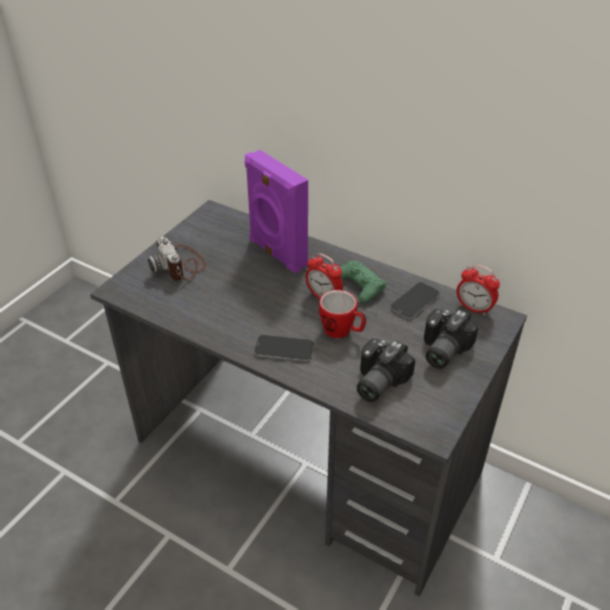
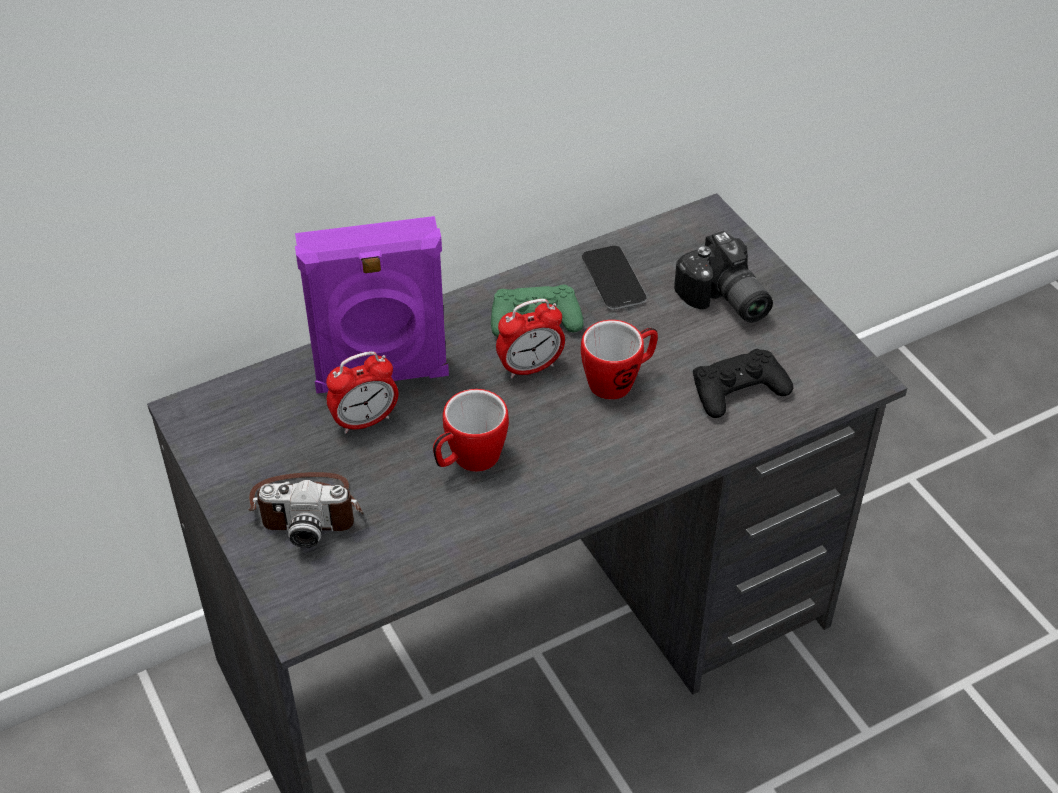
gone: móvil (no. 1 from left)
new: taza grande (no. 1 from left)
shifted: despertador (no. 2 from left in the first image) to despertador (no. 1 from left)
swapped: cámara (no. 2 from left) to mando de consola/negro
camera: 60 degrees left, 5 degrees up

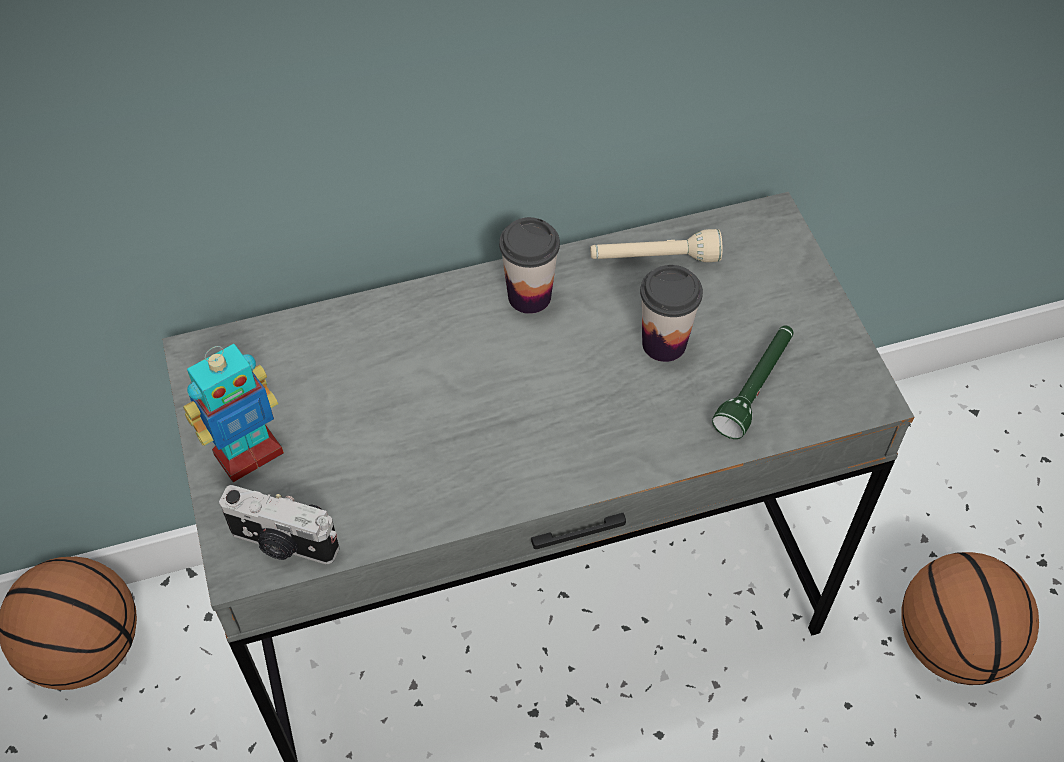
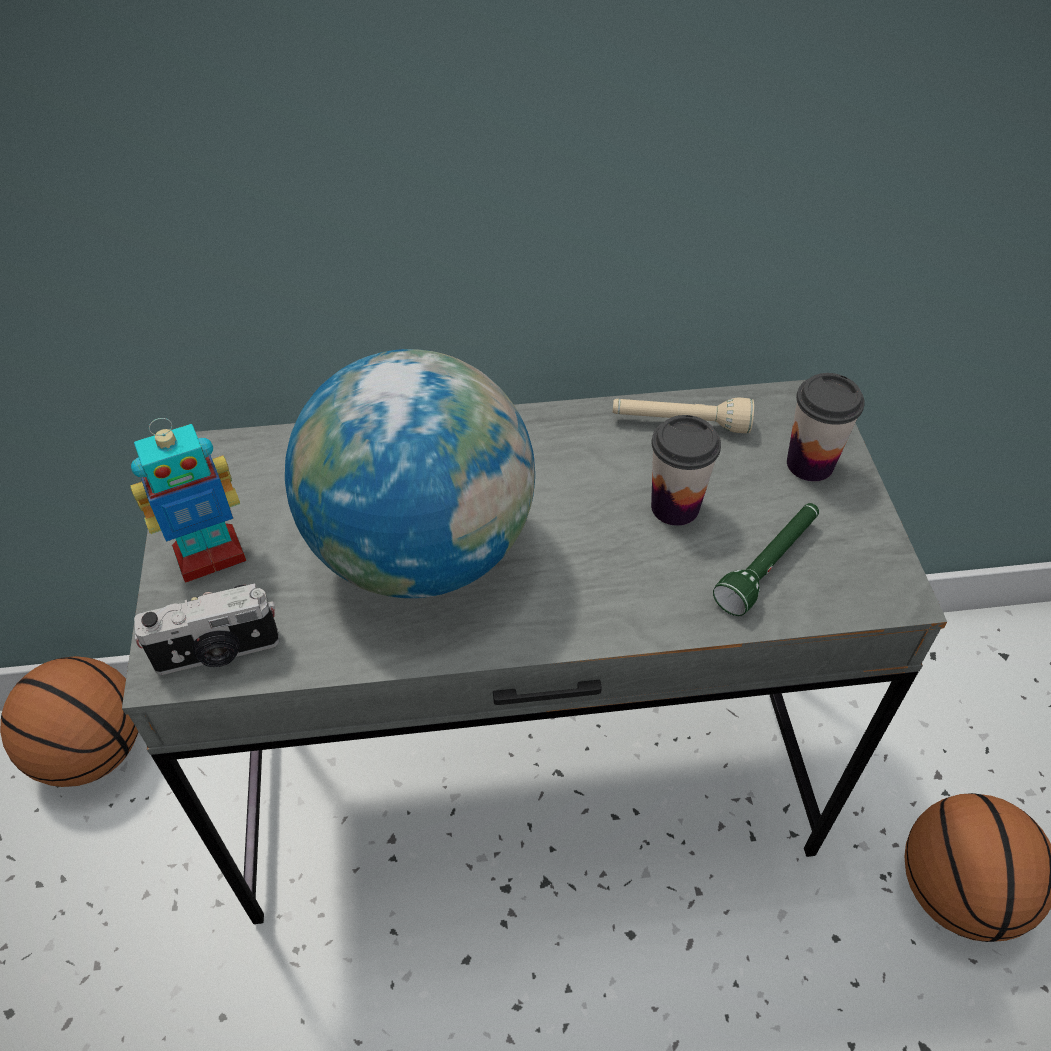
new: globo terráqueo
shifted: taza (no. 1 from left in the first image) to taza (no. 2 from left)
rotated: cámara 45 degrees counterclockwise
camera: 10 degrees right, 5 degrees down

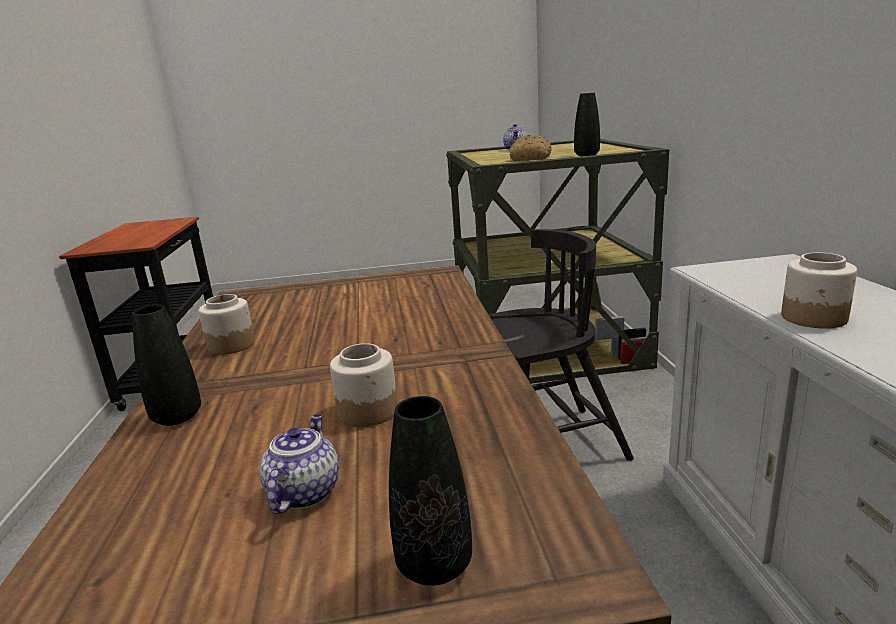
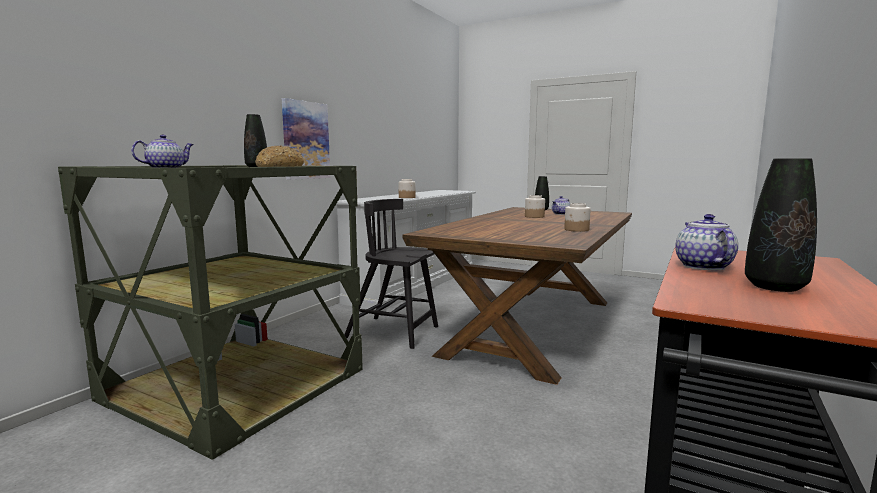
new: cuadro; tetera (no. 3 from left)
shifted: florero/negro (no. 1 from left in the first image) to florero/negro (no. 3 from left)
camera: 145 degrees left, 10 degrees down

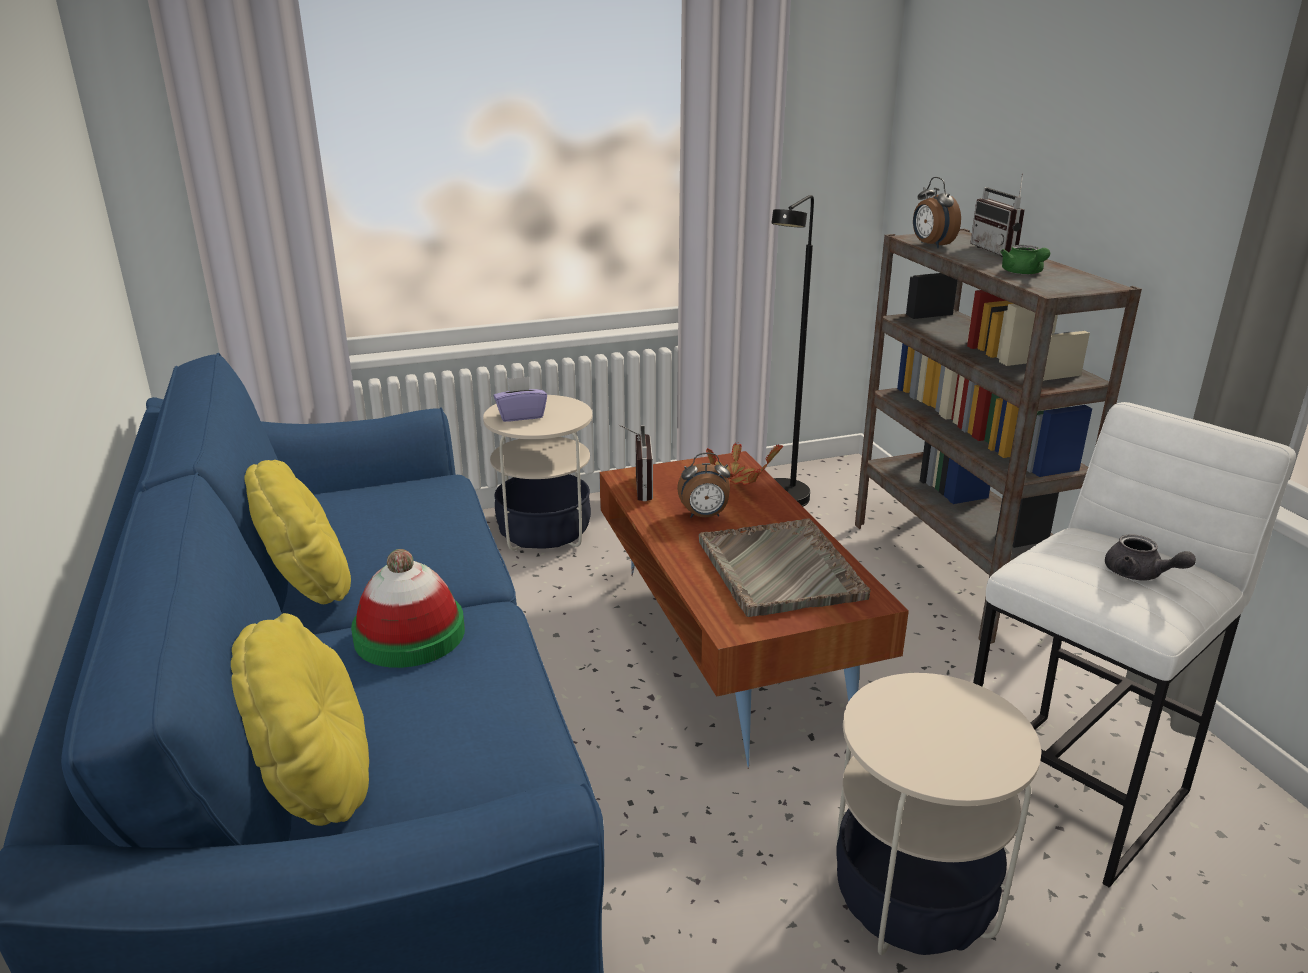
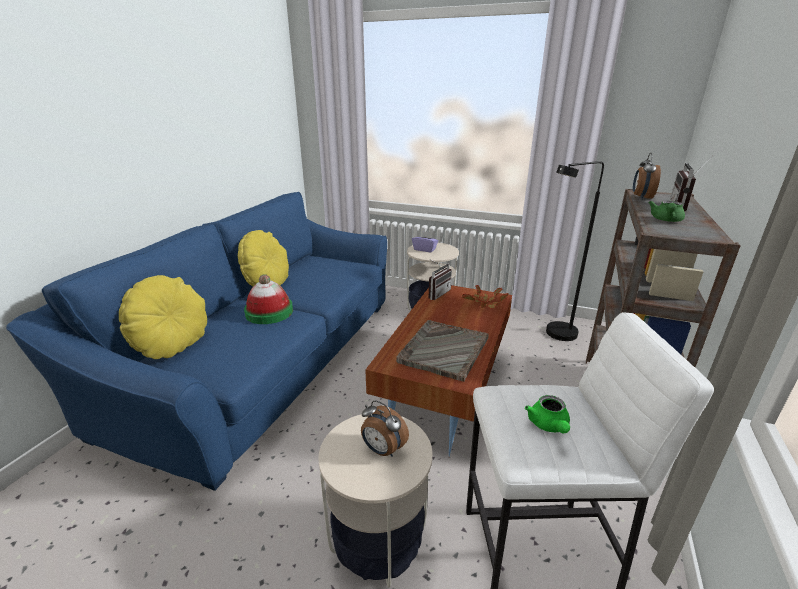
shifted: despertador (no. 1 from left)
repainted: tetera/gris to tetera/verde (no. 1 from left)
camera: 40 degrees right, 0 degrees up

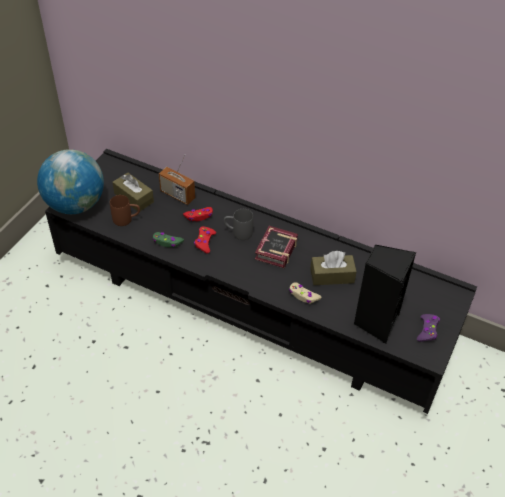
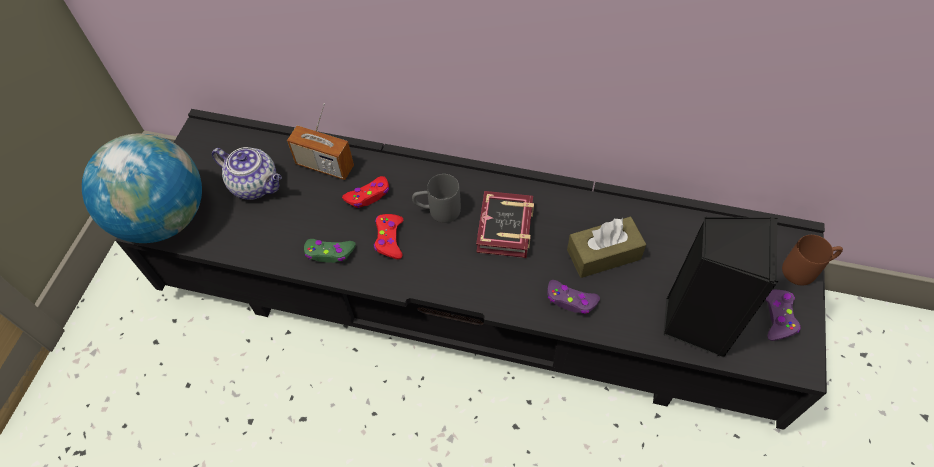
shifted: taza grande/marrón
swapped: caja de pañuelos/marrón (no. 1 from left) to tetera
repainted: mando de consola/beis to mando de consola/morado (no. 1 from left)
camera: 10 degrees left, 10 degrees up

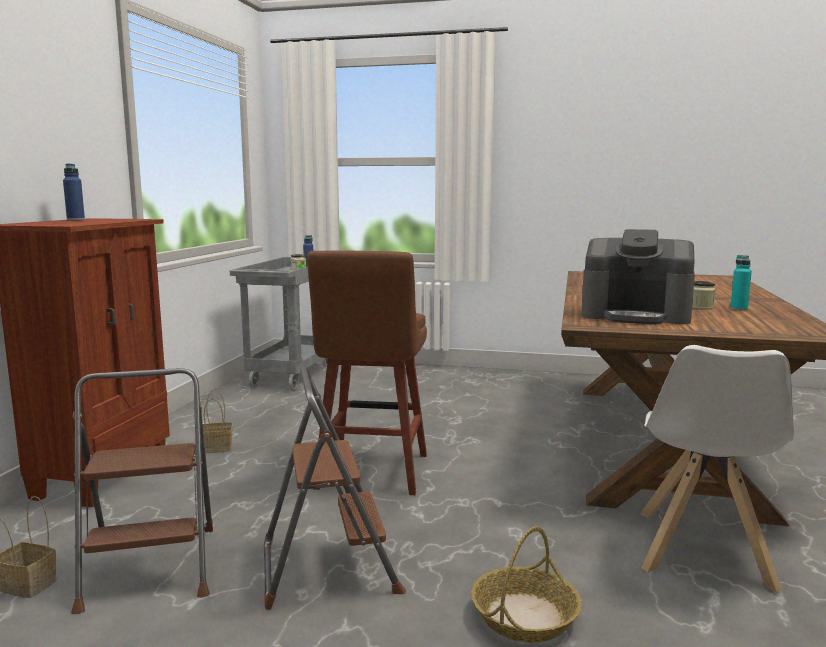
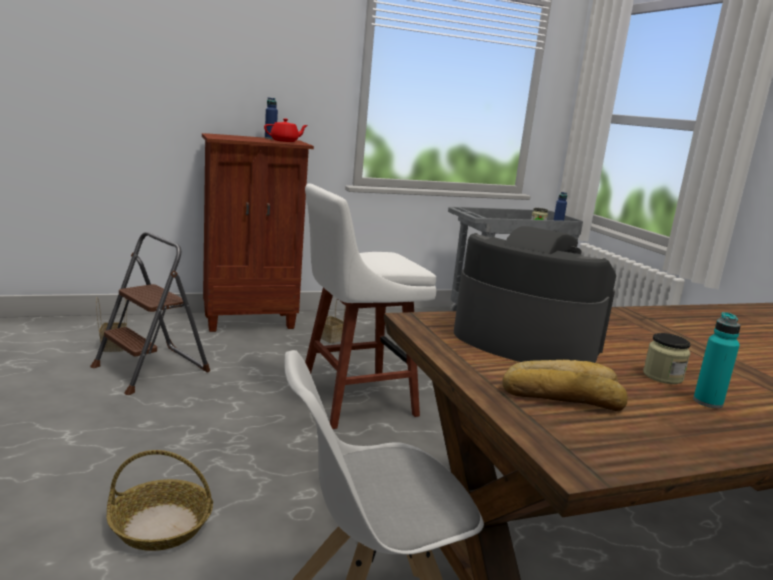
gone: escalera de tijera/marrón (no. 2 from left)
new: tetera/rojo; pan
repainted: taburete/marrón to taburete/blanco
rotated: cafetera 135 degrees clockwise
camera: 55 degrees right, 5 degrees up

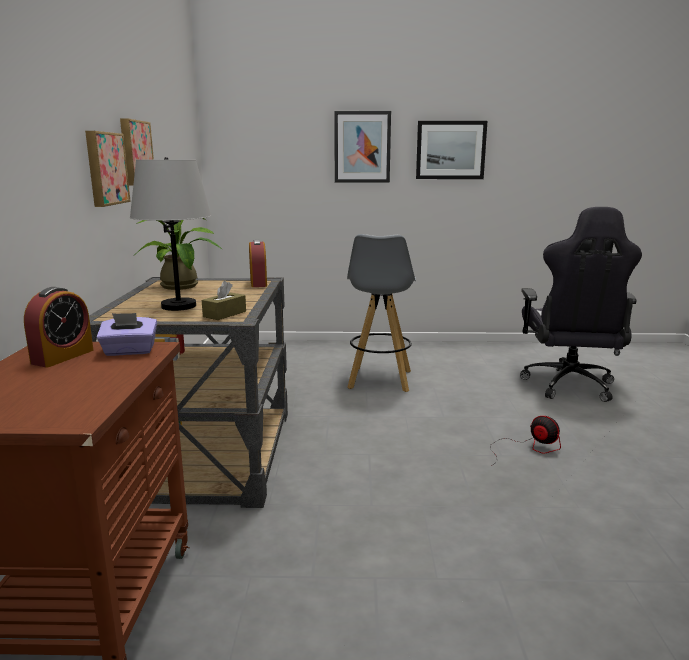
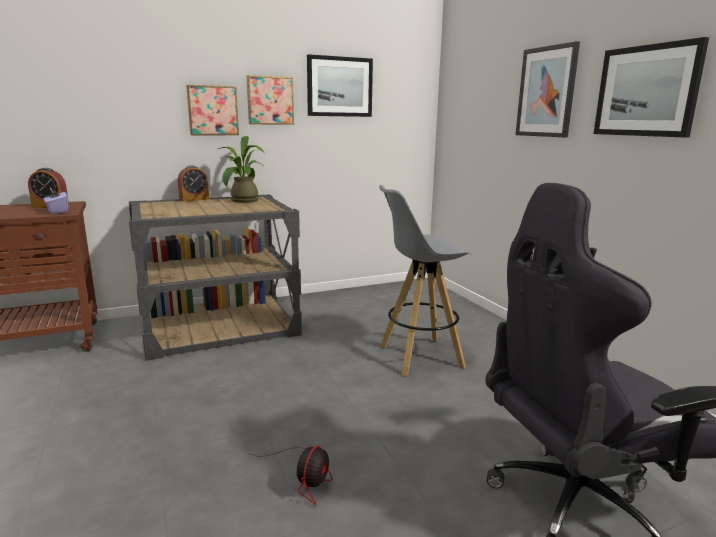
gone: lámpara de mesa/gris; caja de pañuelos/marrón
new: cuadro (no. 3 from left)
shifted: despertador (no. 2 from left)
camera: 65 degrees right, 0 degrees up

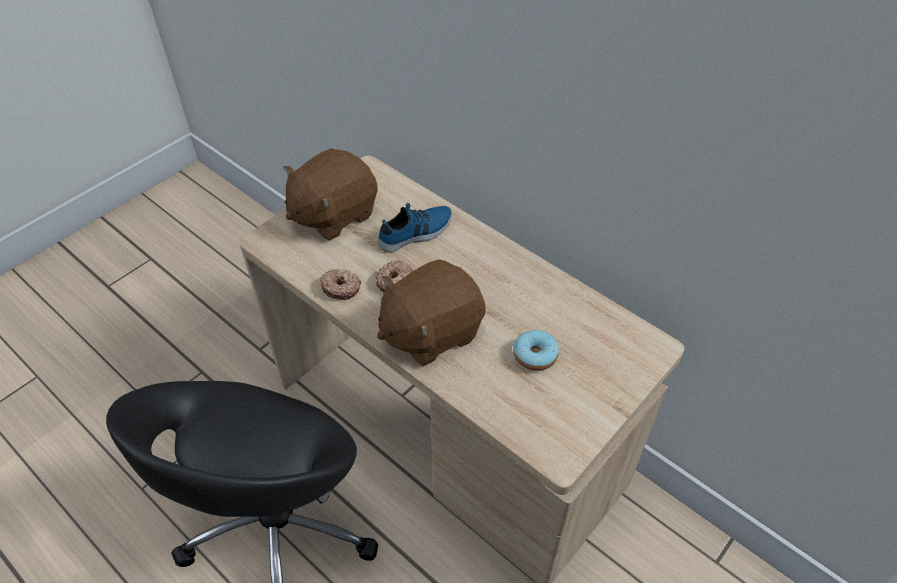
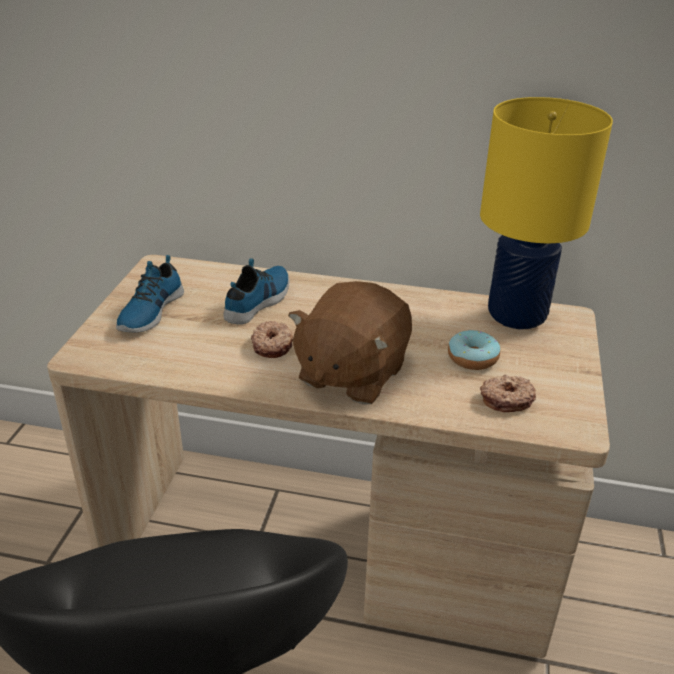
new: lámpara de mesa/amarillo
shifted: rosquilla (no. 1 from left in the first image) to rosquilla (no. 3 from left)
swapped: peluche/marrón (no. 1 from left) to zapato (no. 1 from left)
camera: 30 degrees left, 15 degrees down

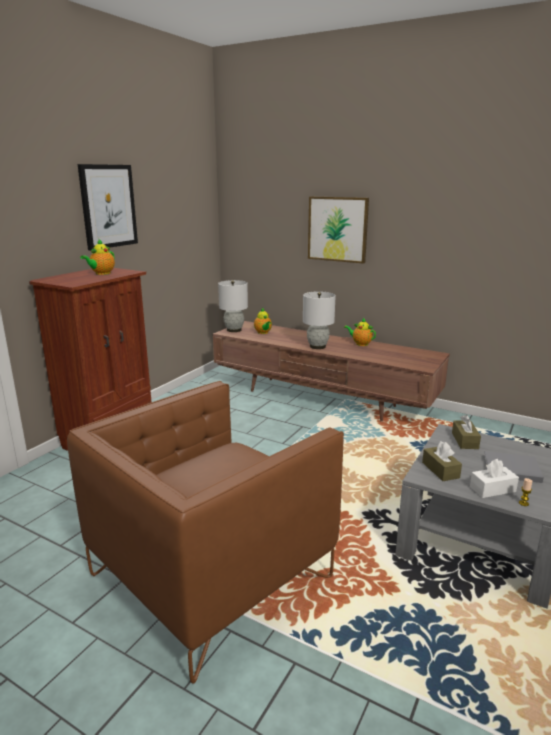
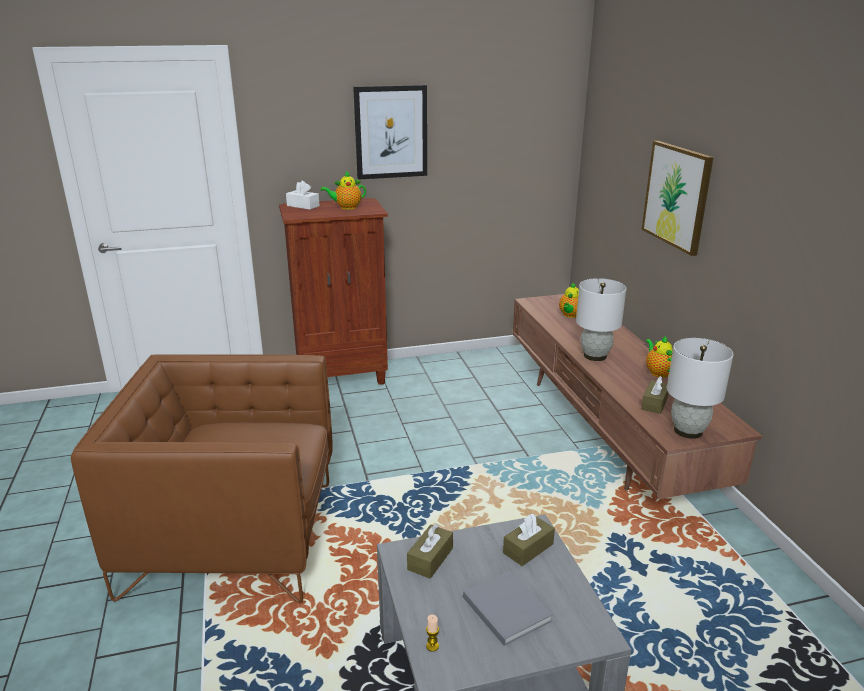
new: caja de pañuelos/marrón (no. 3 from left)
shifted: lámpara de mesa/blanco (no. 1 from left in the first image) to lámpara de mesa/blanco (no. 2 from left); caja de pañuelos/blanco
camera: 45 degrees right, 5 degrees up

